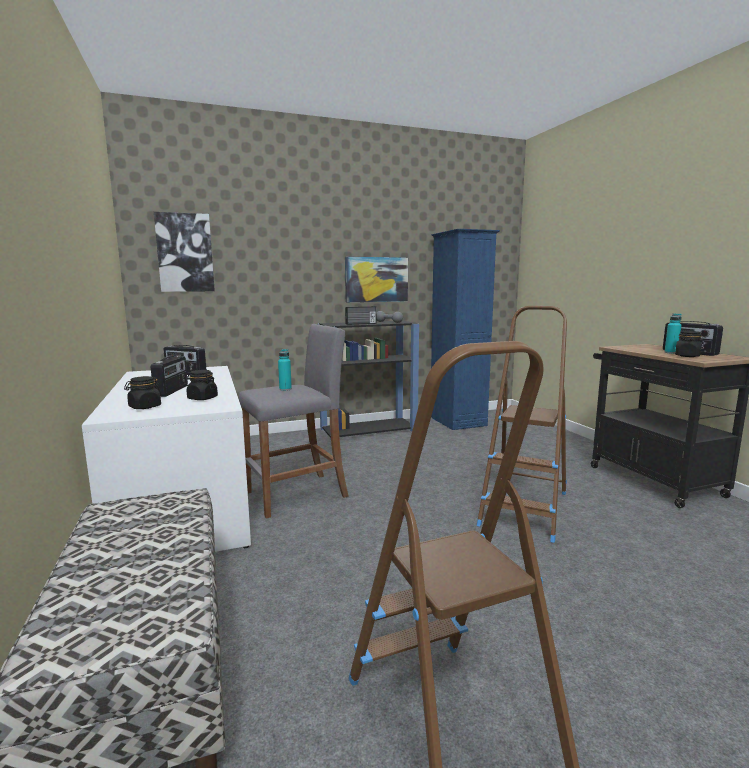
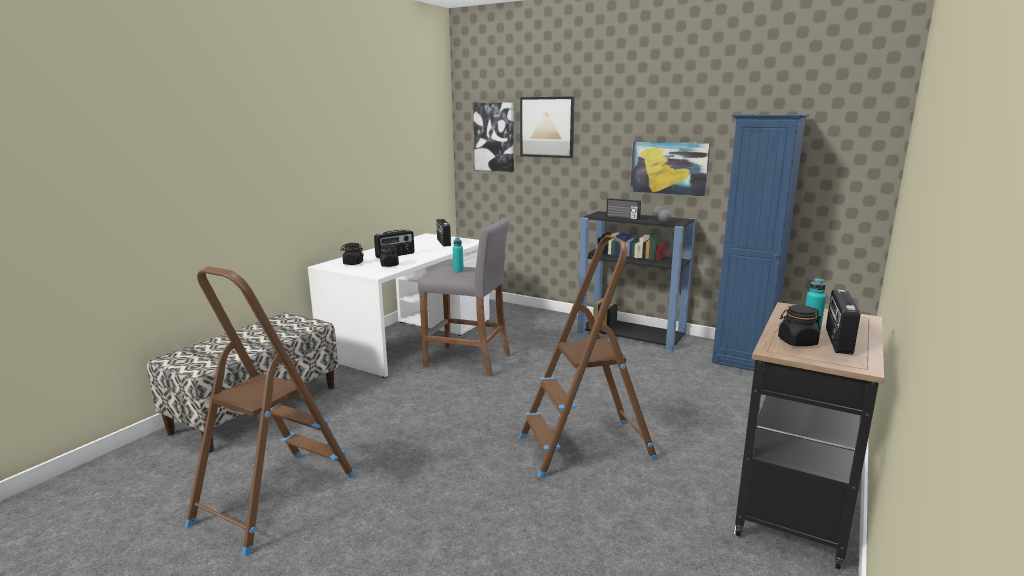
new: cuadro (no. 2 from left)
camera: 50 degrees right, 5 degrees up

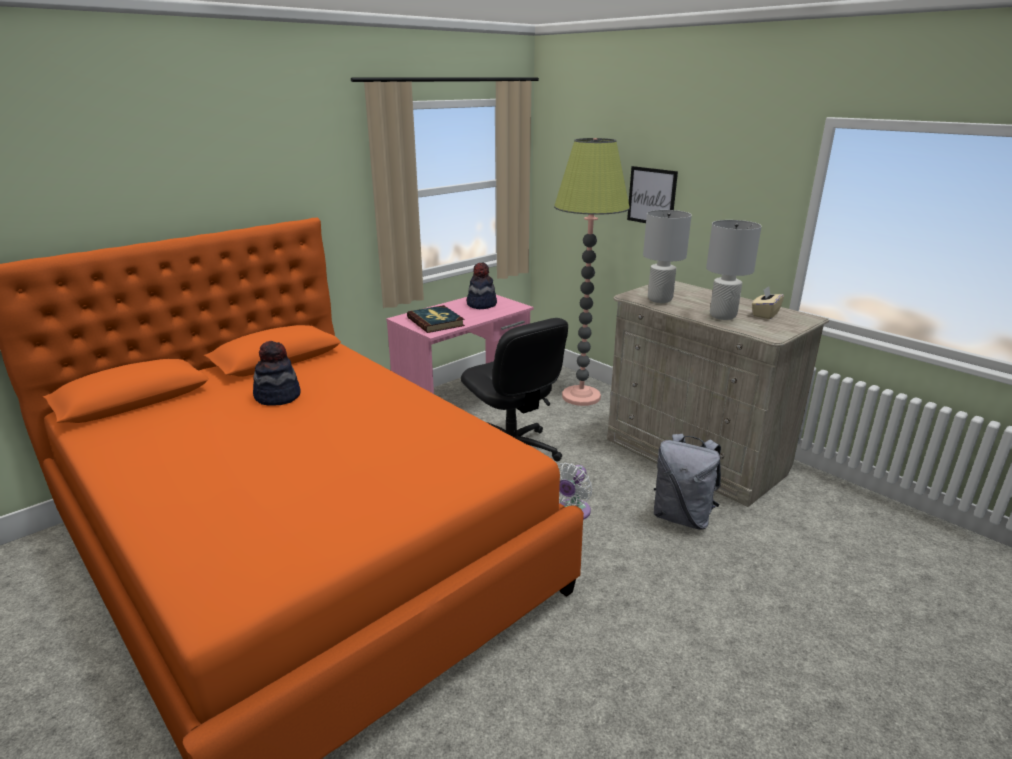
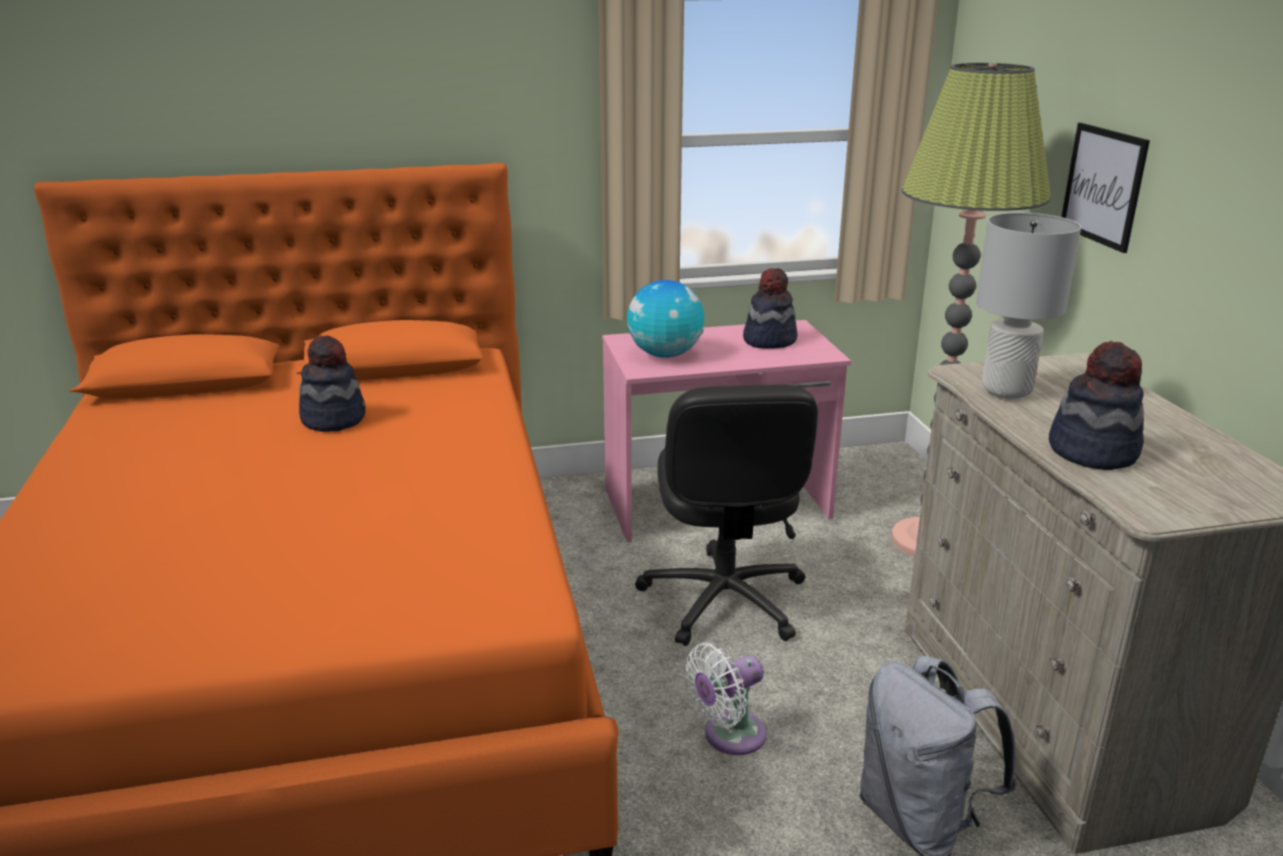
gone: caja de pañuelos/beis
swapped: libro to globo terráqueo; lámpara de mesa/gris (no. 2 from left) to sombrero (no. 3 from left)
camera: 30 degrees right, 0 degrees up

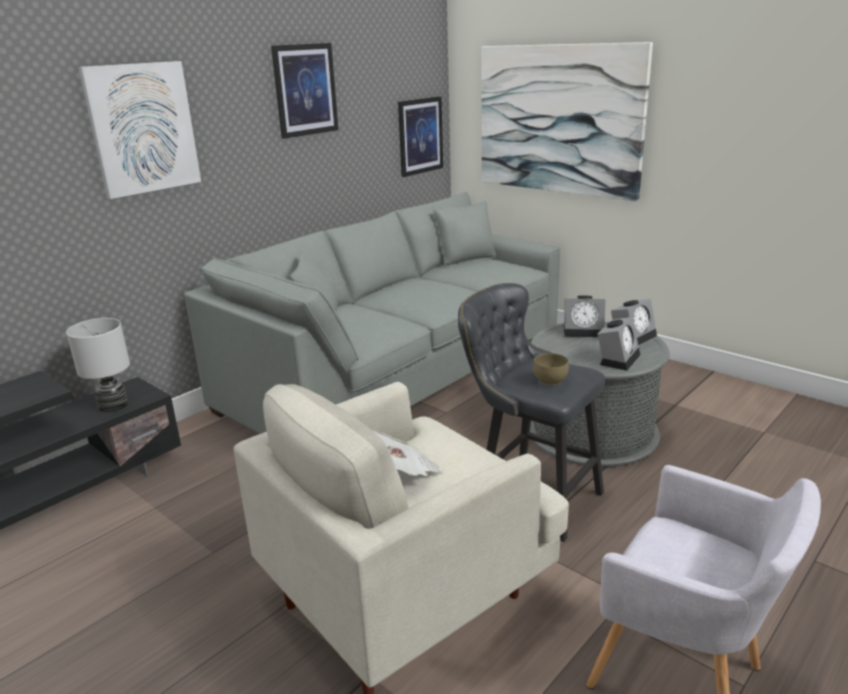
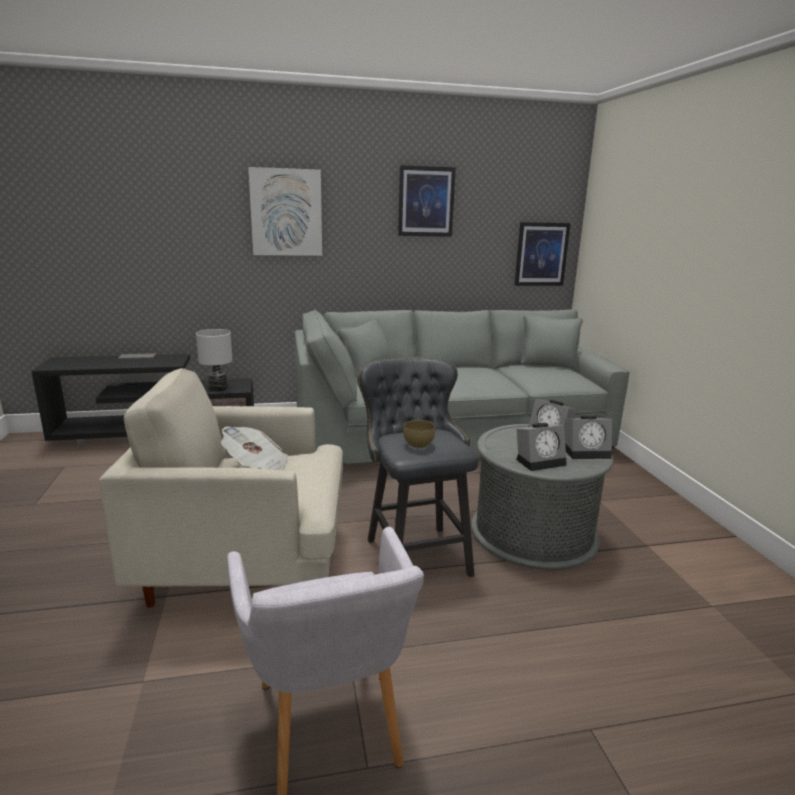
gone: cuadro (no. 4 from left)
camera: 35 degrees right, 5 degrees down

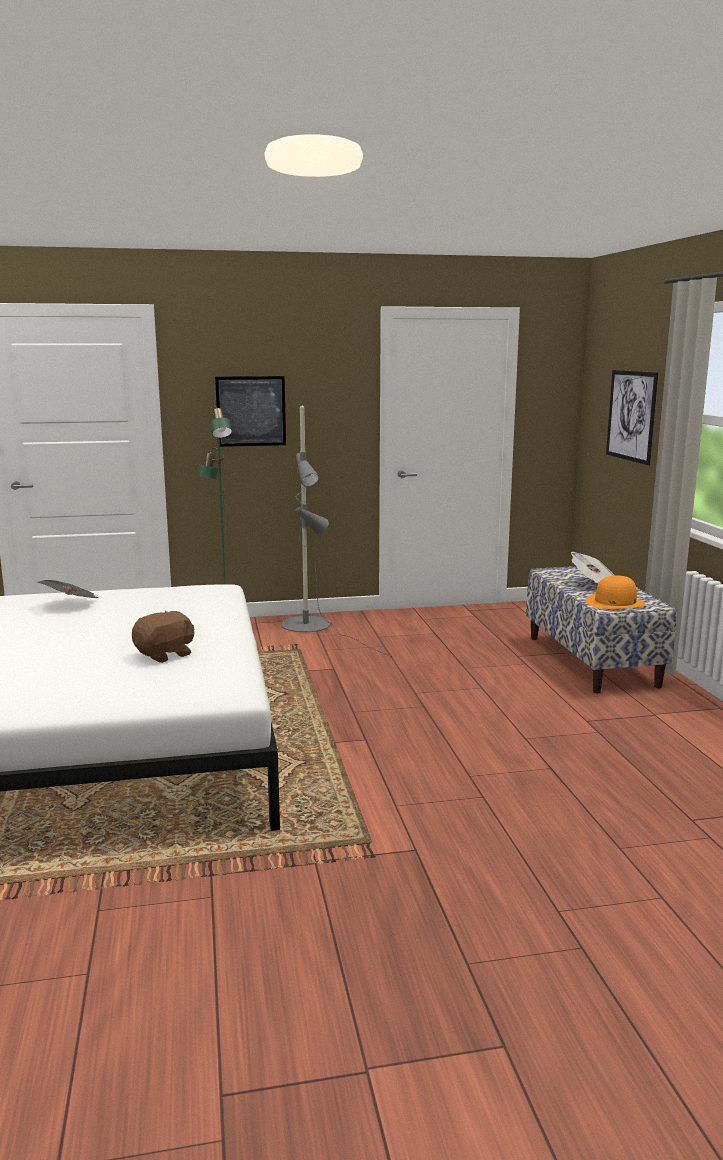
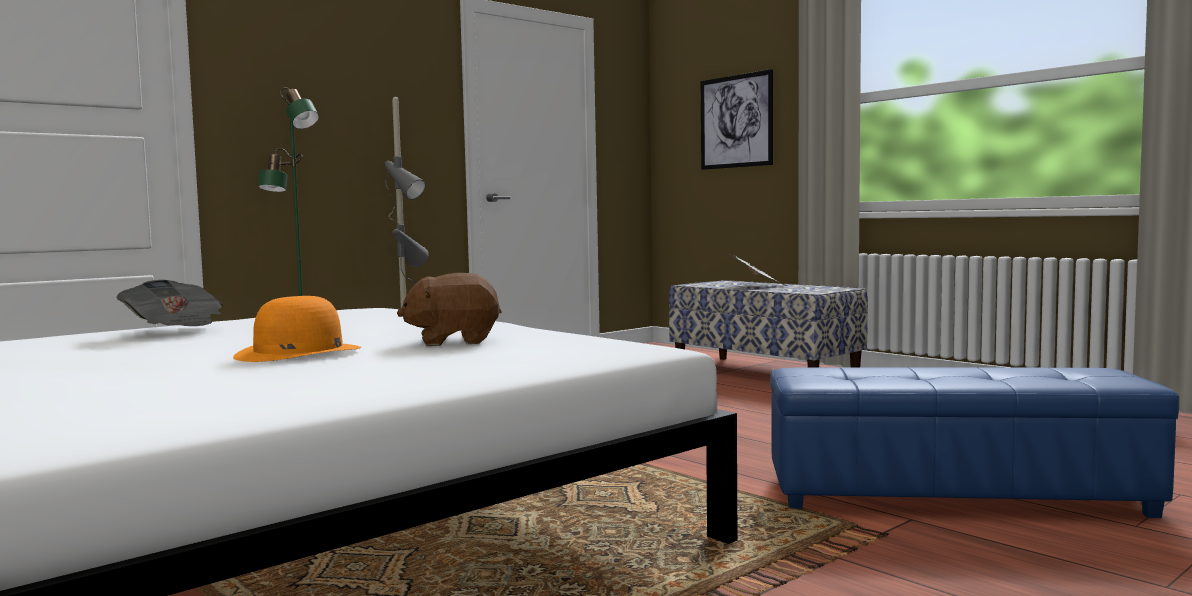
gone: cuadro (no. 1 from left)
new: puf/azul
shifted: sombrero/naranja
rotated: peluche/marrón 120 degrees counterclockwise
camera: 30 degrees left, 10 degrees down

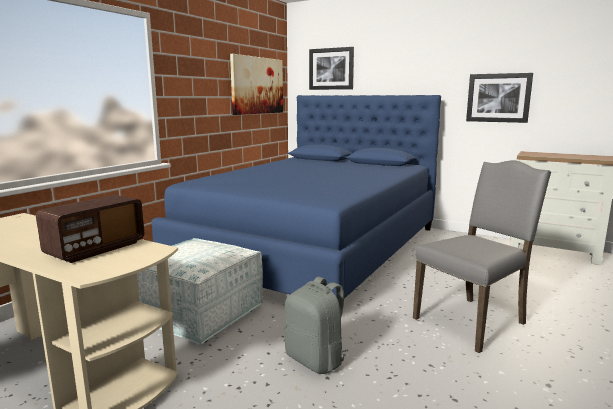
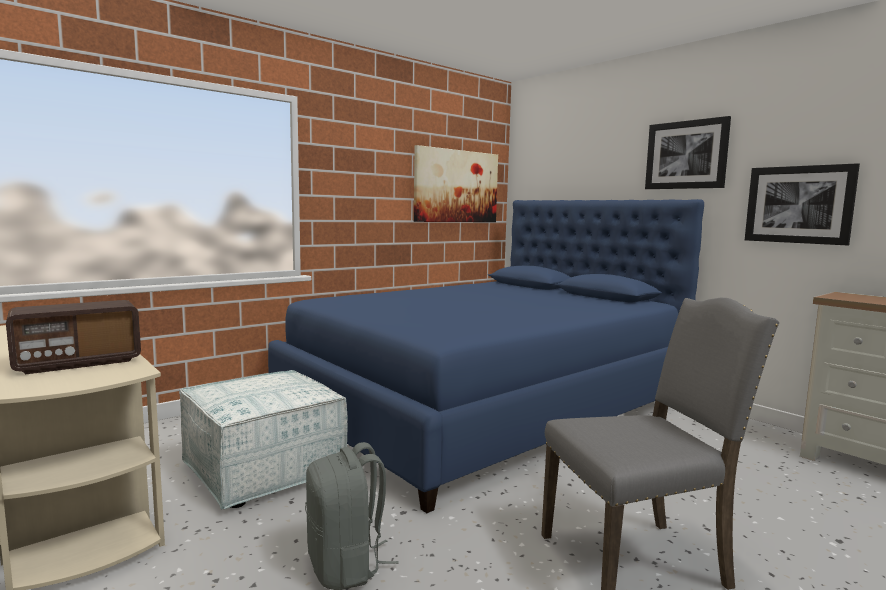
shifted: cuadro (no. 2 from left)
camera: 20 degrees right, 5 degrees down

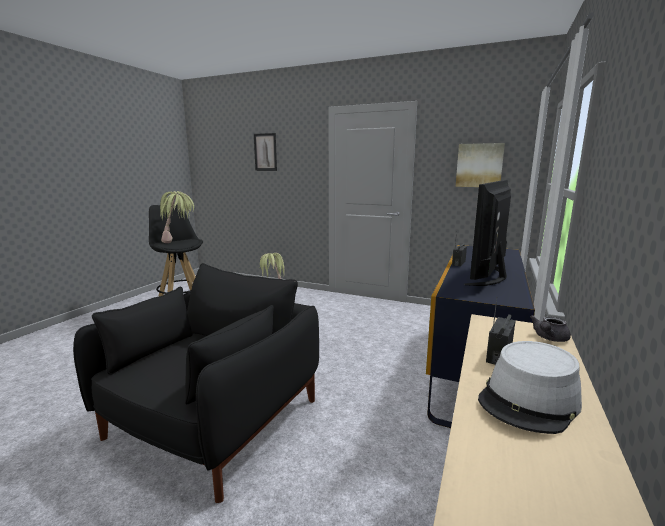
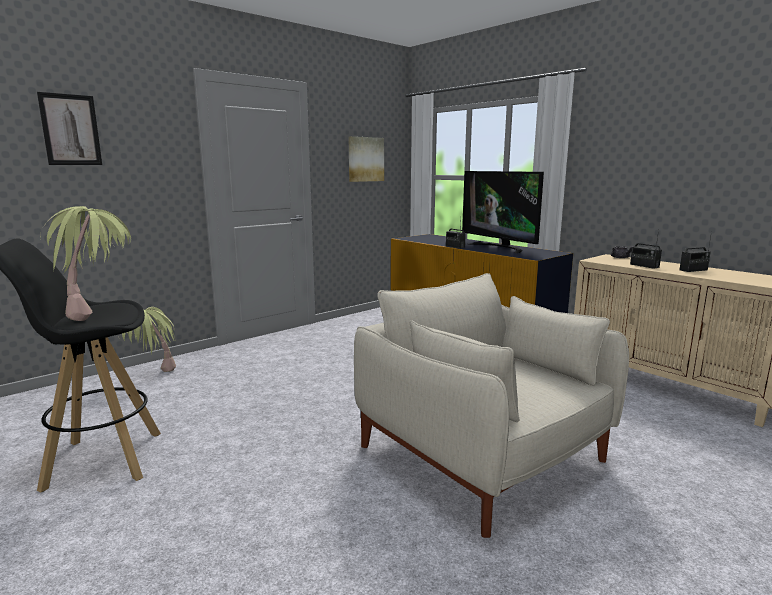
swapped: sombrero/gris to radio (no. 3 from left)
repainted: sillón/negro to sillón/beis
camera: 65 degrees left, 0 degrees up

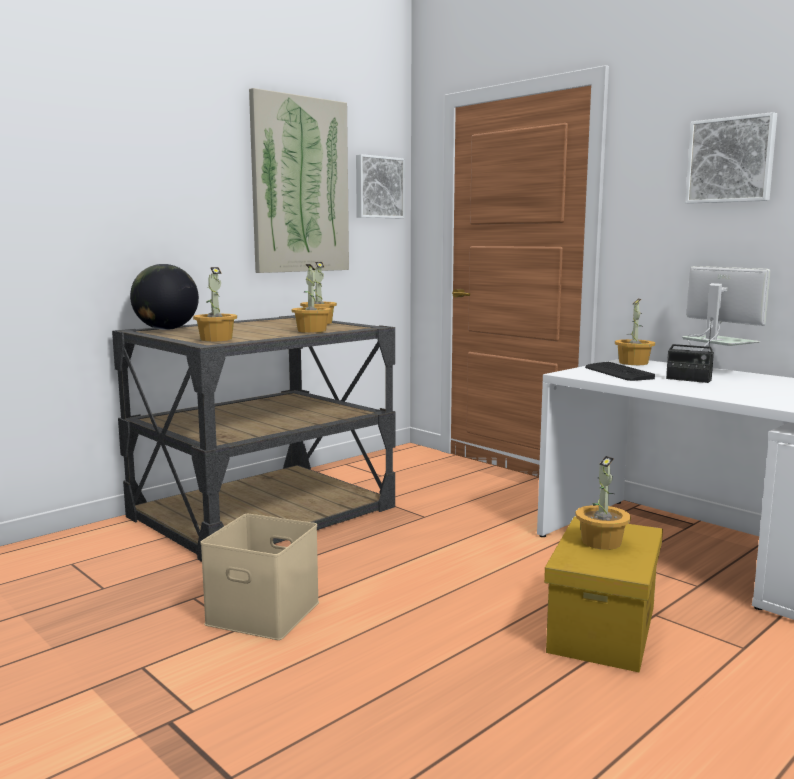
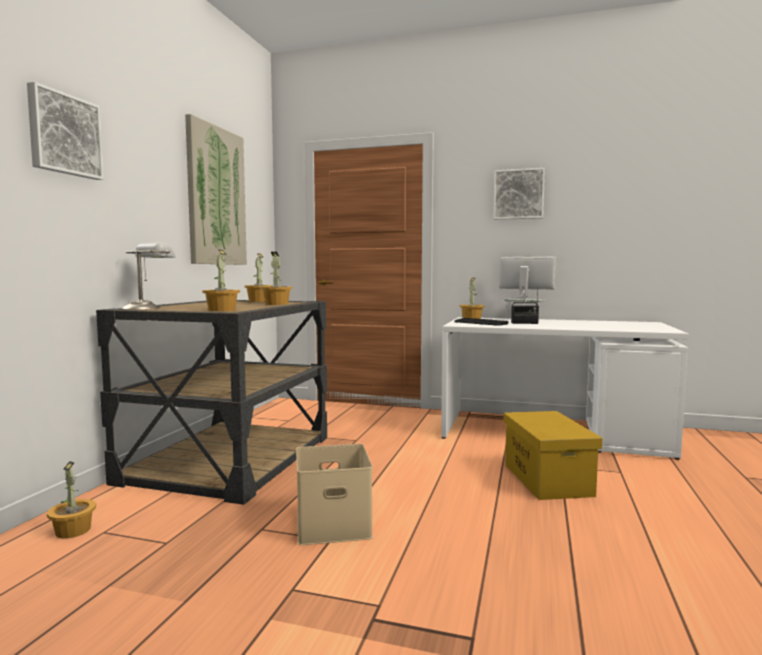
shifted: cuadro (no. 2 from left in the first image) to cuadro (no. 1 from left); planta en maceta (no. 4 from left in the first image) to planta en maceta (no. 1 from left)
swapped: globo terráqueo to lámpara de mesa/blanco
camera: 30 degrees left, 5 degrees down

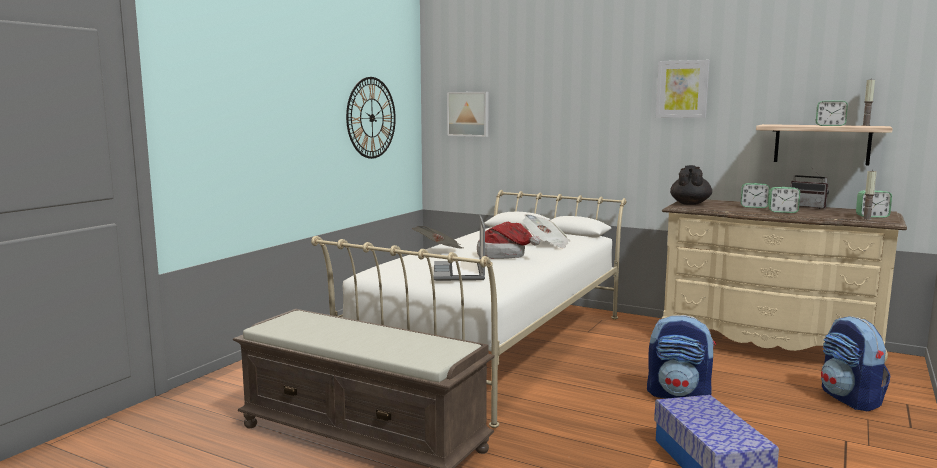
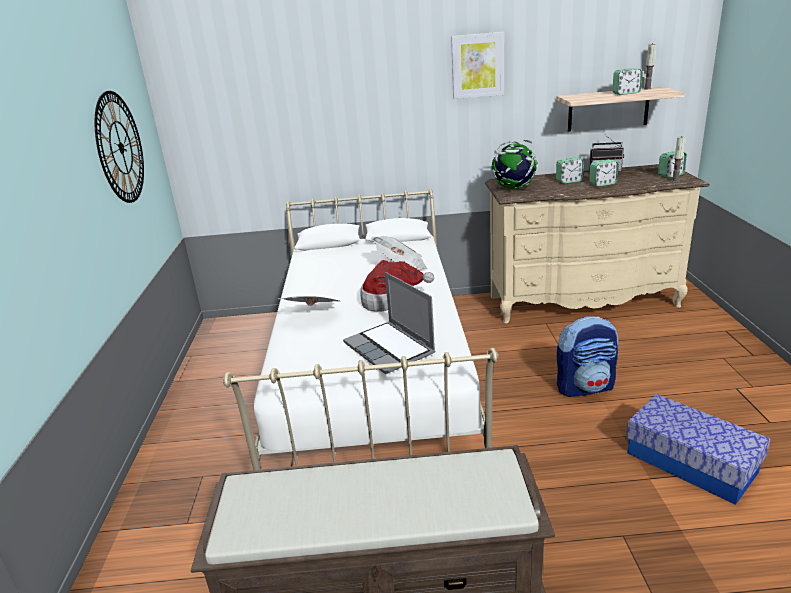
gone: cuadro (no. 1 from left); mochila (no. 2 from left)
swapped: tetera/negro to globo terráqueo
camera: 30 degrees left, 15 degrees up

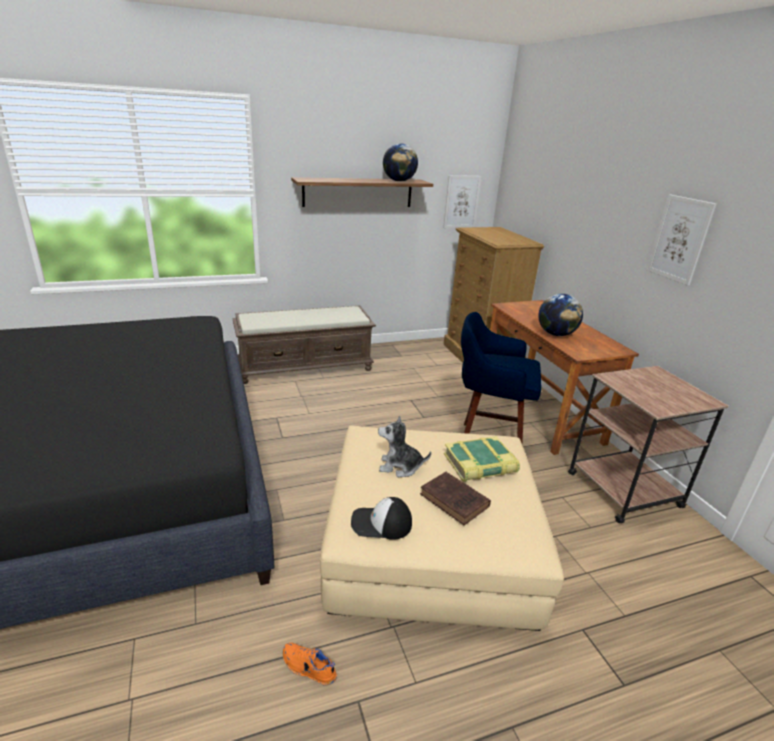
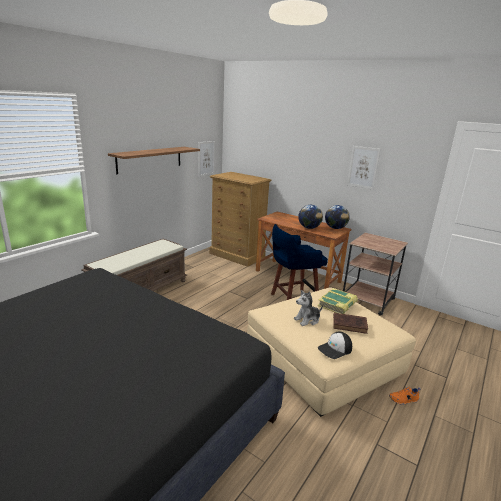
shifted: zapato/naranja; globo terráqueo (no. 1 from left in the first image) to globo terráqueo (no. 2 from left)
camera: 35 degrees left, 5 degrees down

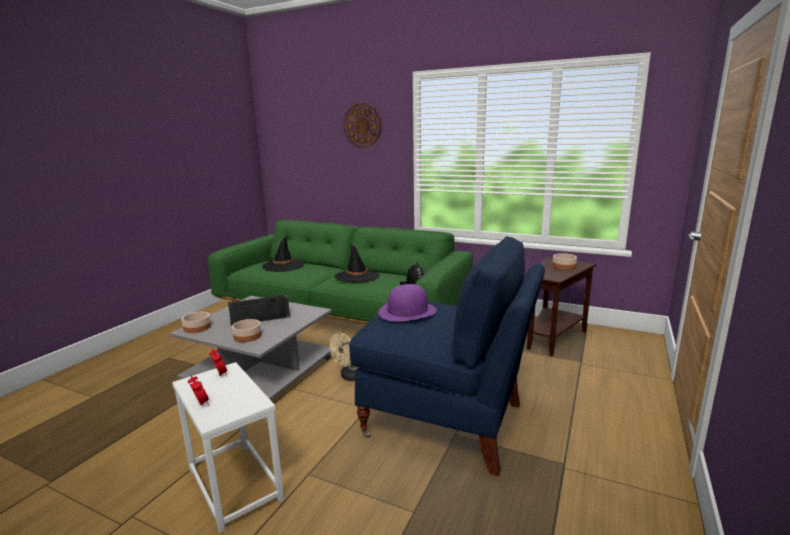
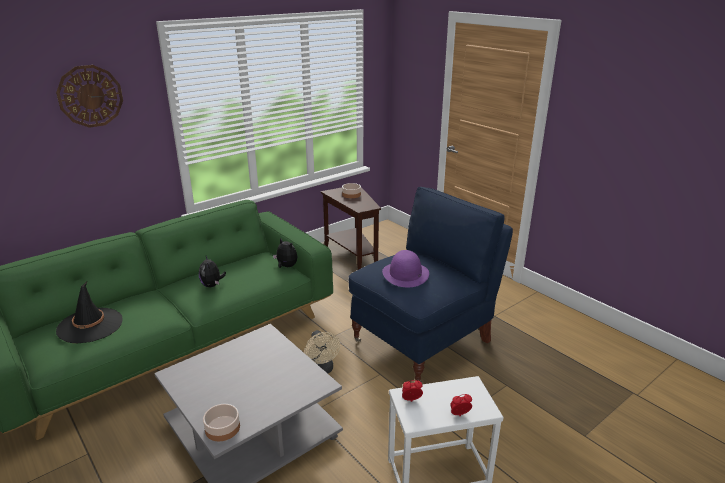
gone: altavoz/negro; cuenco (no. 2 from left)
swapped: sombrero/negro (no. 2 from left) to peluche (no. 1 from left)
camera: 65 degrees left, 10 degrees up

